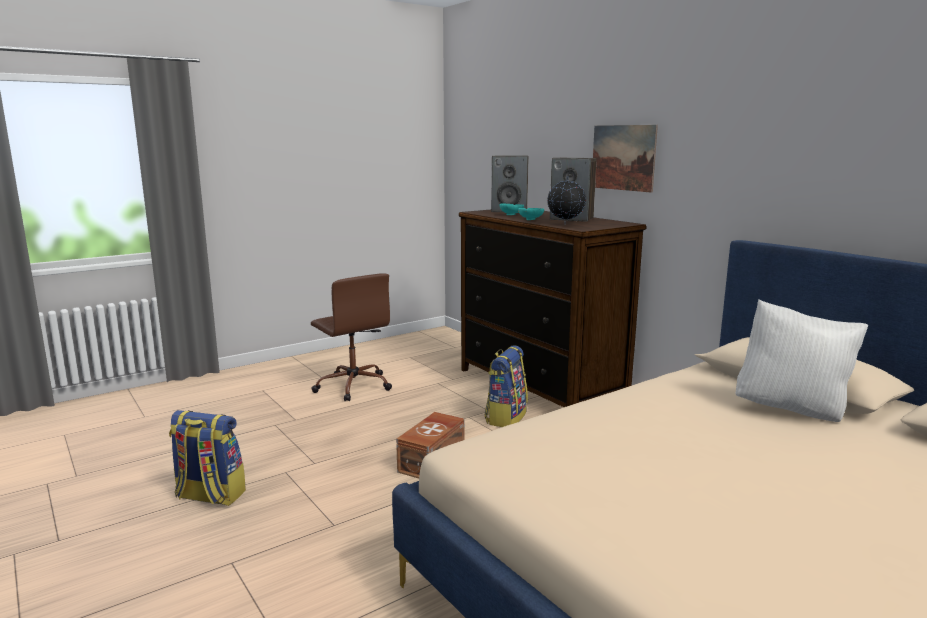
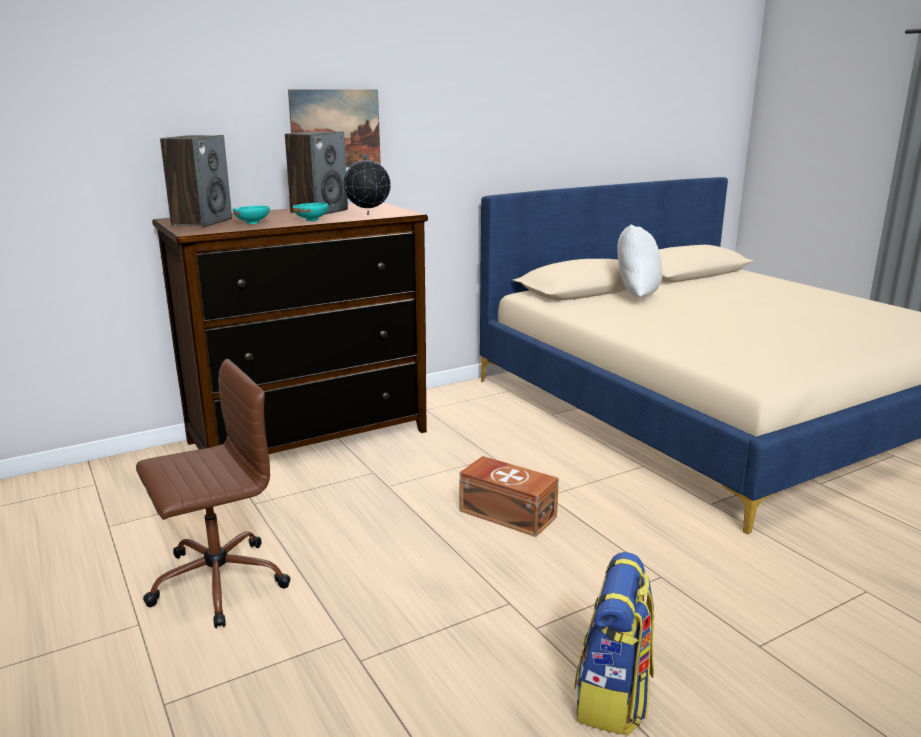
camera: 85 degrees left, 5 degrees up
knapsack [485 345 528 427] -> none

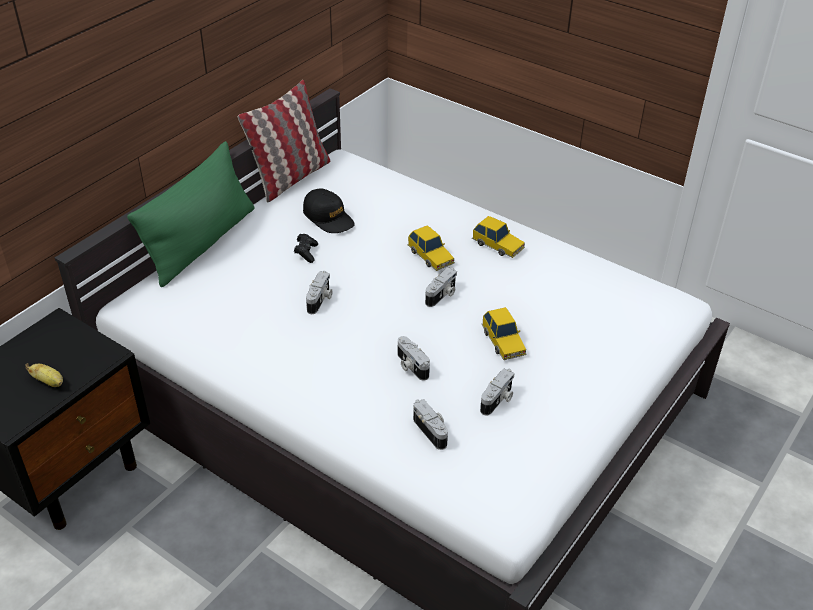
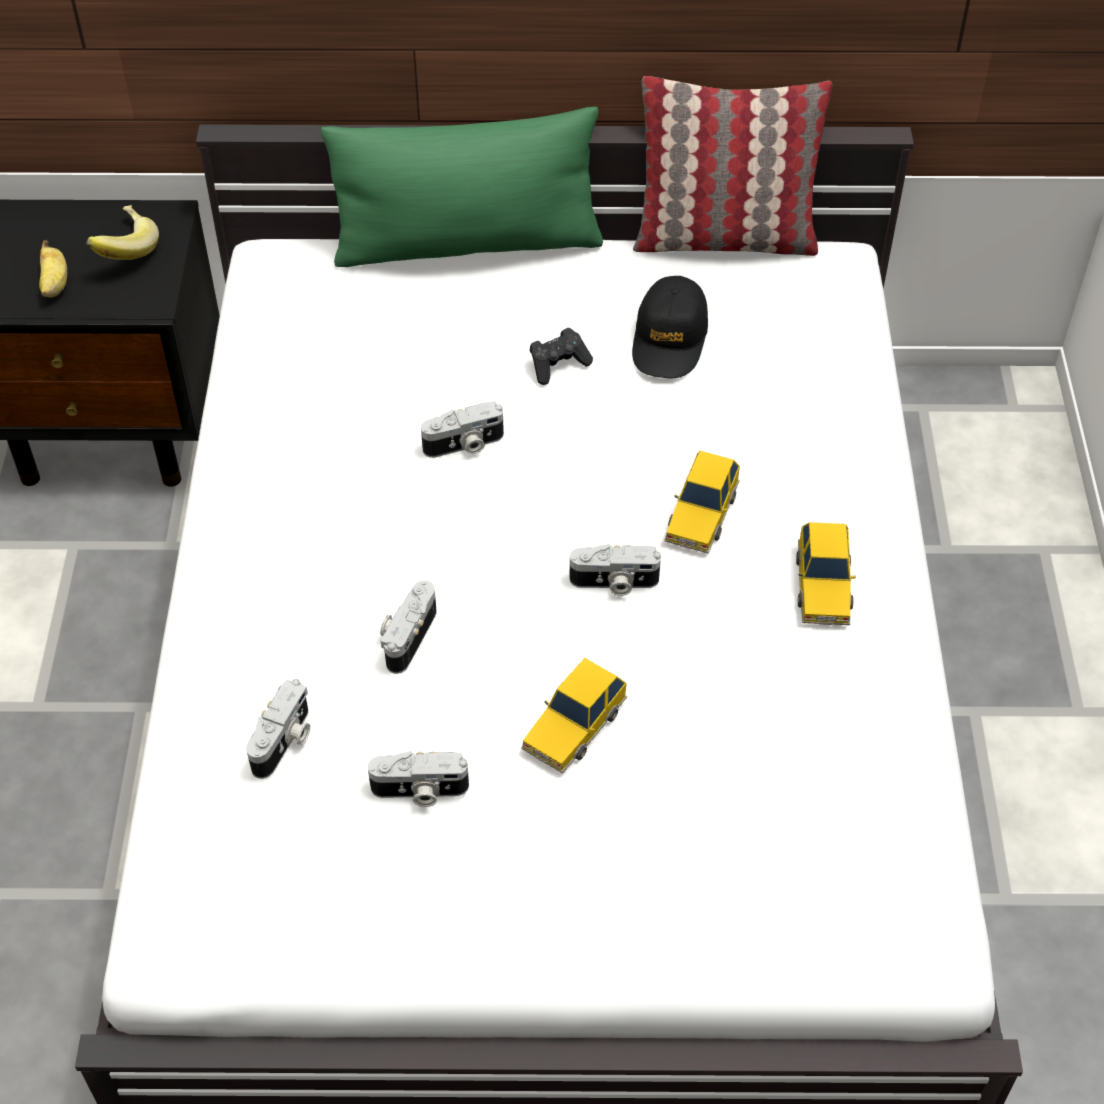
camera: 55 degrees right, 10 degrees up
none -> banana_fruit [87 205 159 260]

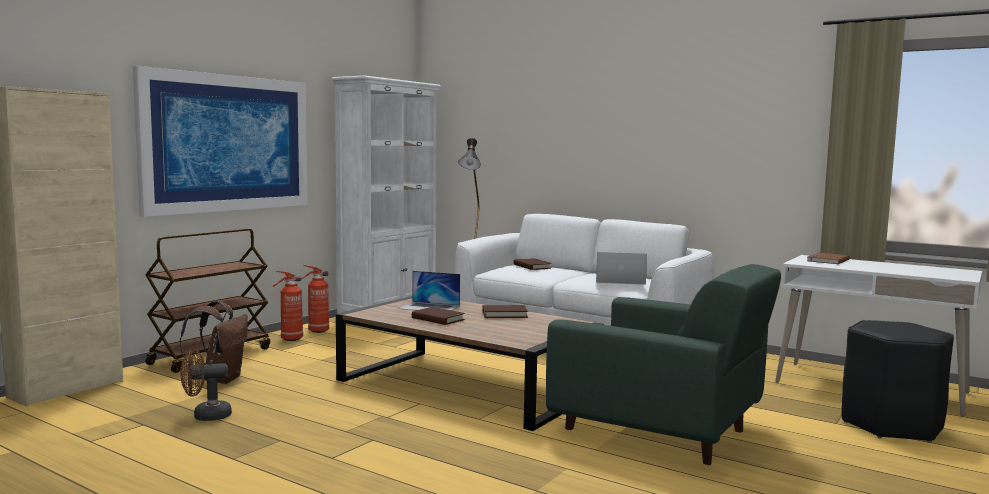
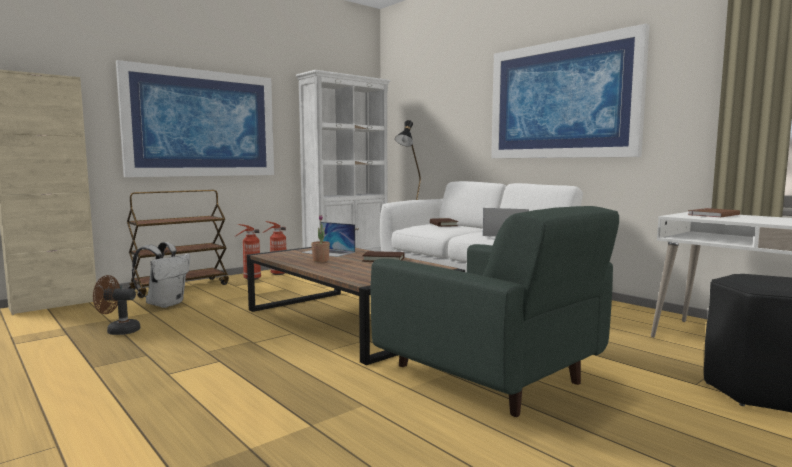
camera: 15 degrees right, 0 degrees up
brown_knapsack [180 301 248 384] -> whitish_knapsack [132 242 190 308]
brown_bound_book [412 307 465 325] -> houseplant [311 215 330 262]
none -> picture [491 24 650 158]

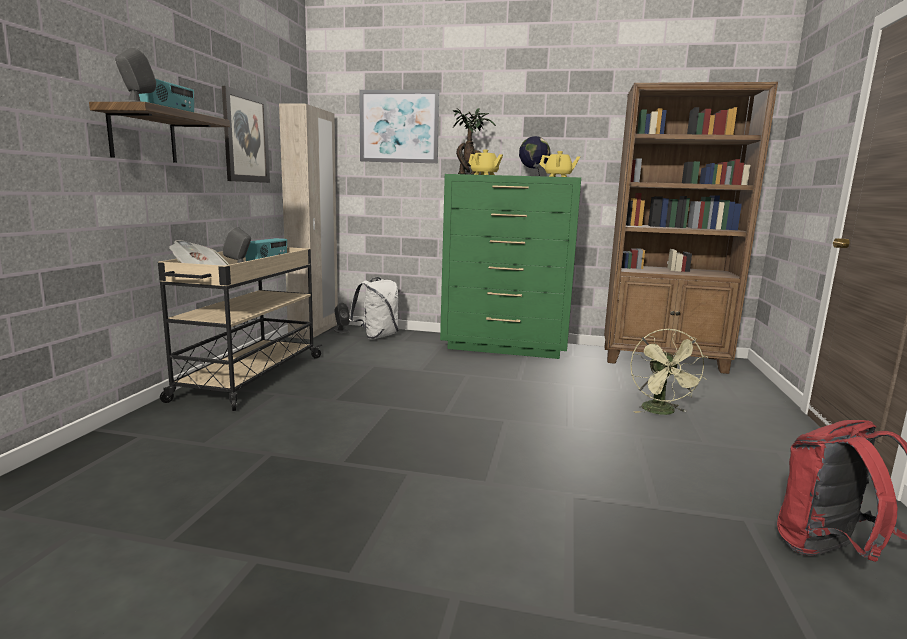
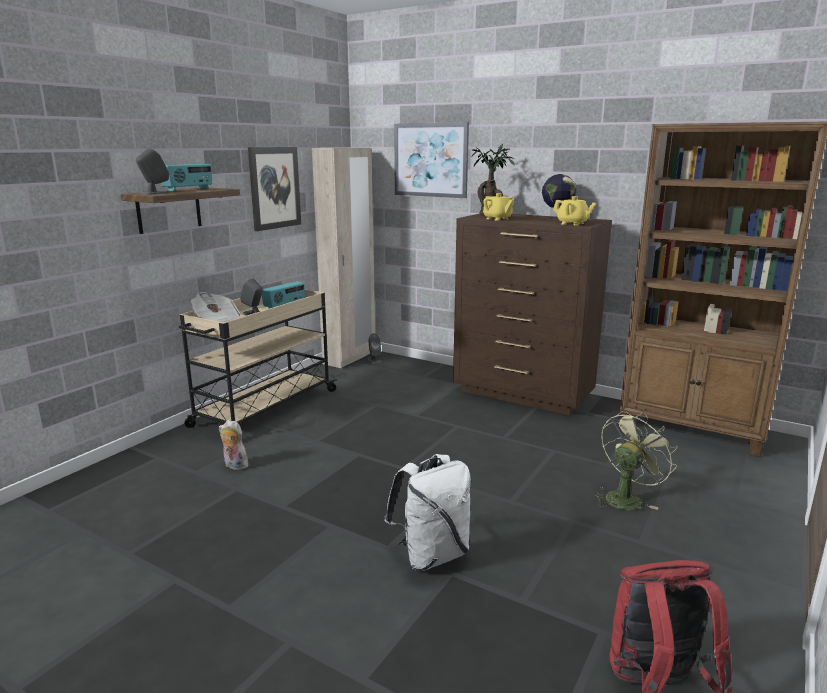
camera: 20 degrees right, 5 degrees up
whitish_knapsack [349 277 398 340] -> whitish_knapsack [384 454 471 571], moved
green-coloured_chest_of_drawers [440 174 581 359] -> brown_chest_of_drawers [453 214 612 415]
green-coloured_electric_fan [630 328 708 415] -> green-coloured_electric_fan [594 411 677 510], 150 degrees counterclockwise
none -> plush_toy [219 420 248 470]

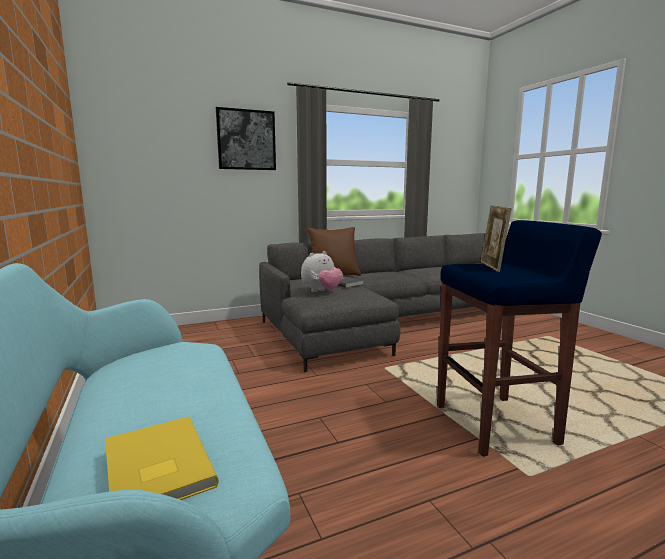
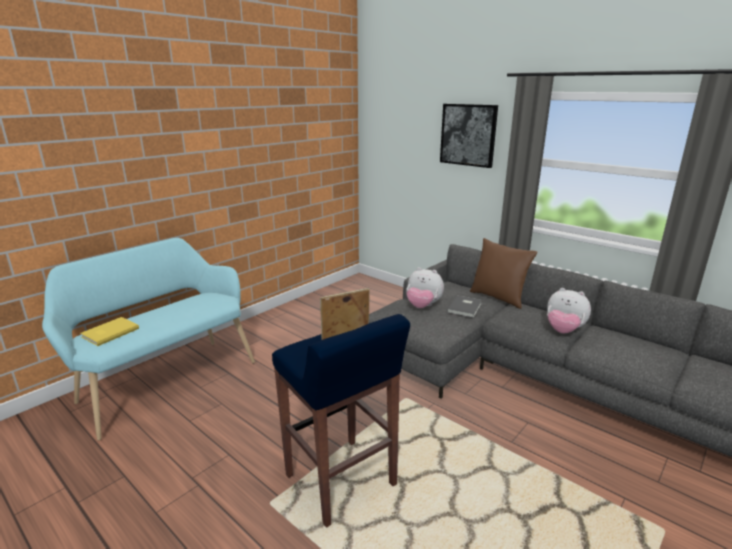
camera: 65 degrees right, 10 degrees up
none -> plush_toy [547 288 591 334]

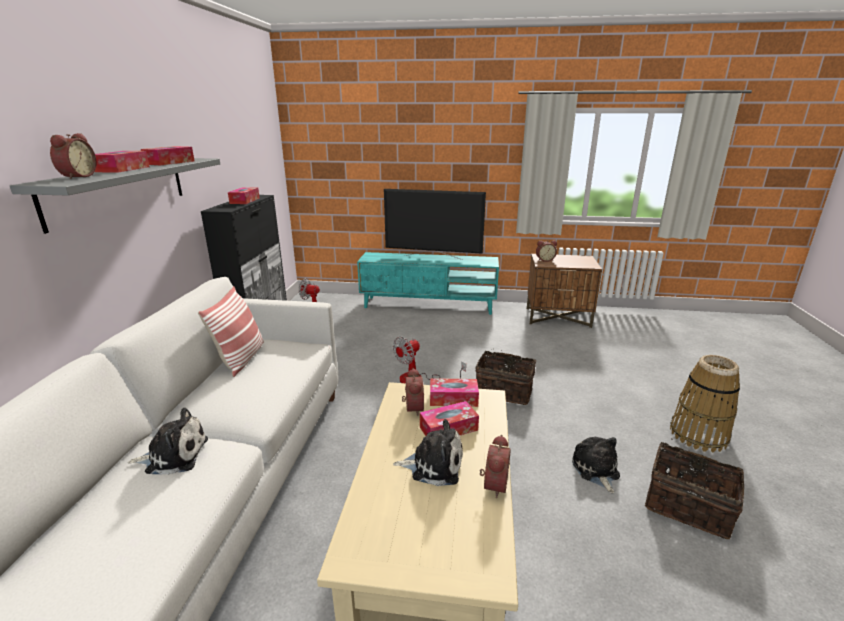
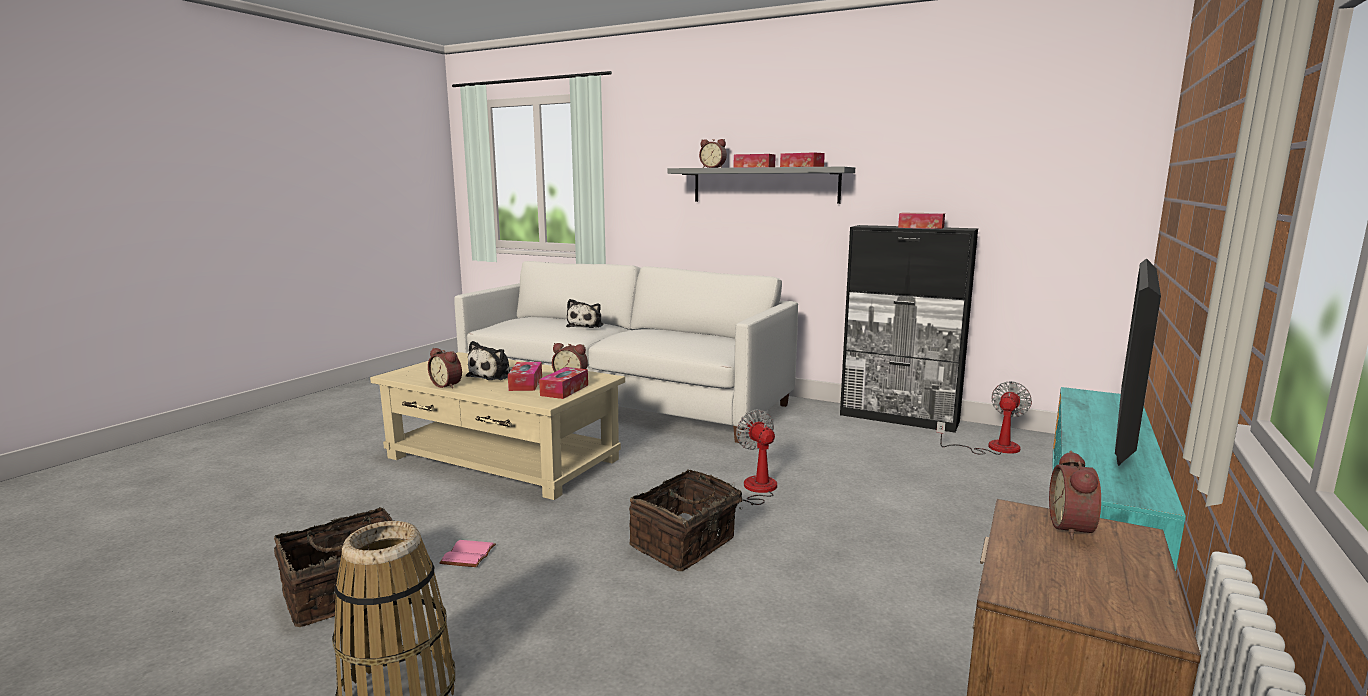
camera: 110 degrees right, 10 degrees down
throw_pillow [198 286 264 377] -> none
plush_toy [572 437 620 493] -> pink-coloured_bound_book [439 540 496 567]

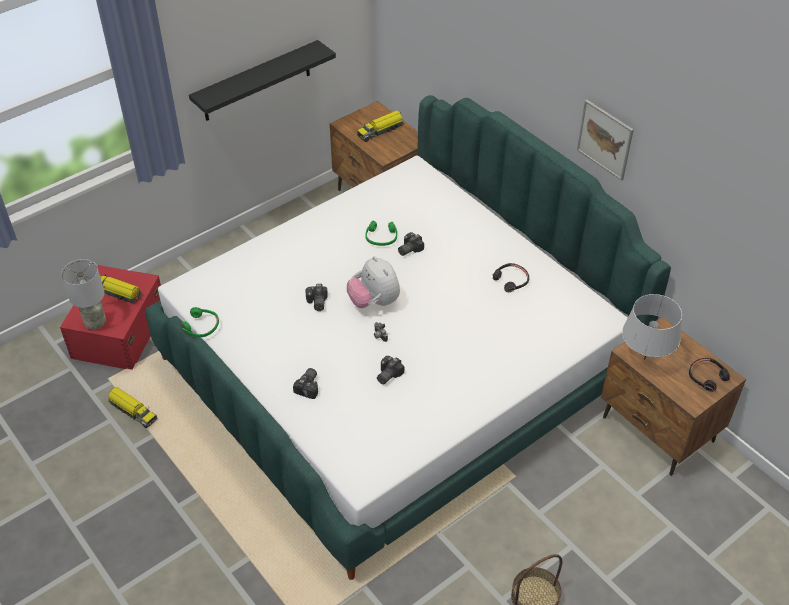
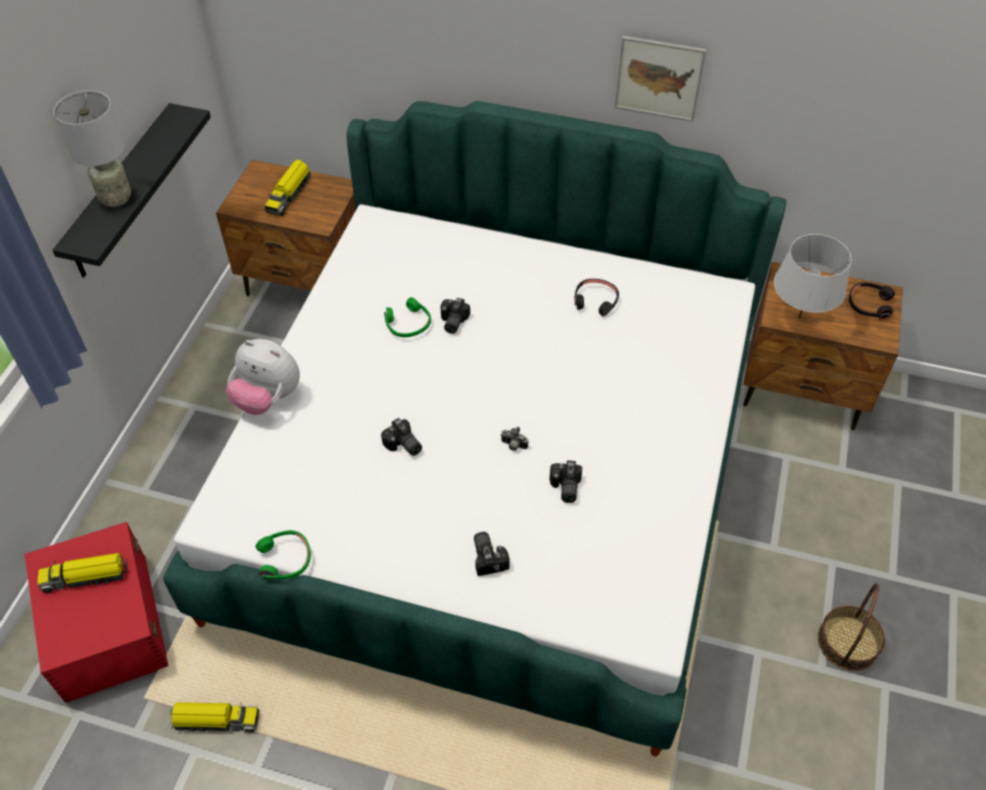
camera: 35 degrees left, 5 degrees up
grey_tabletop_lamp [61 259 106 330] -> grey_tabletop_lamp [54 90 131 207], moved
plush_toy [347 256 400 308] -> plush_toy [226 339 300 415], moved

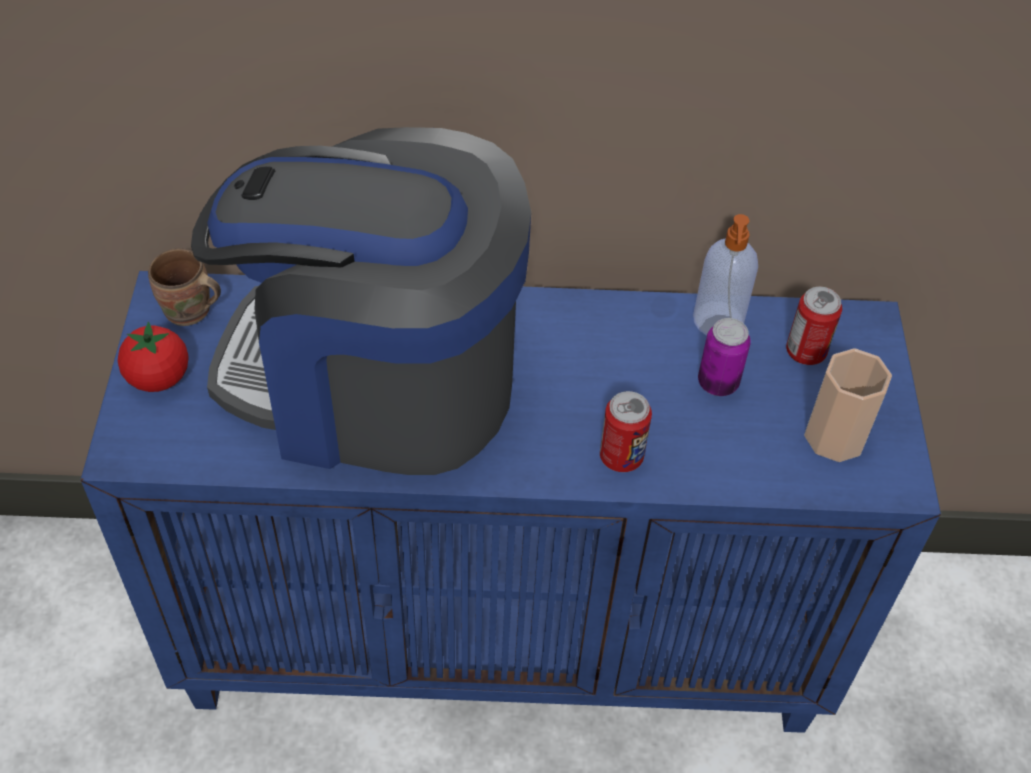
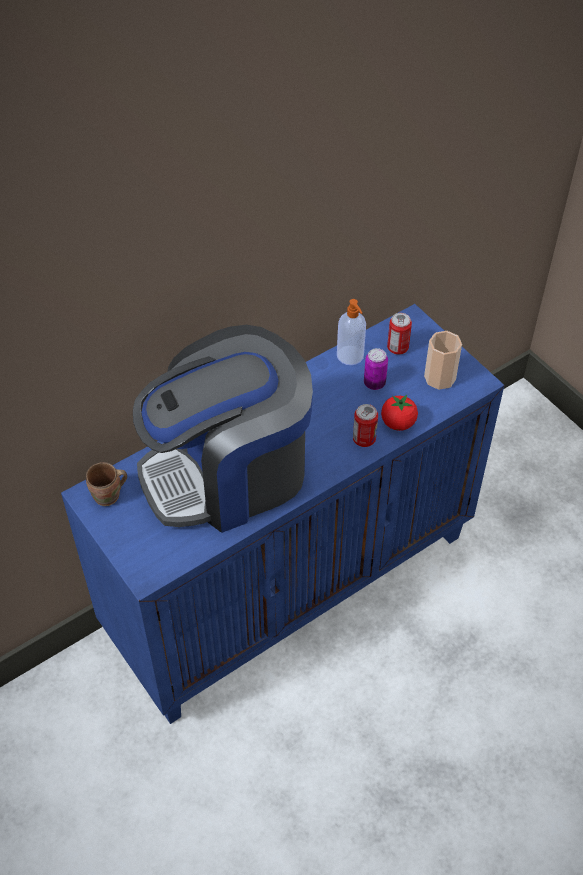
camera: 35 degrees left, 0 degrees up
whole_tomato [118 322 189 392] -> whole_tomato [381 395 418 431], moved

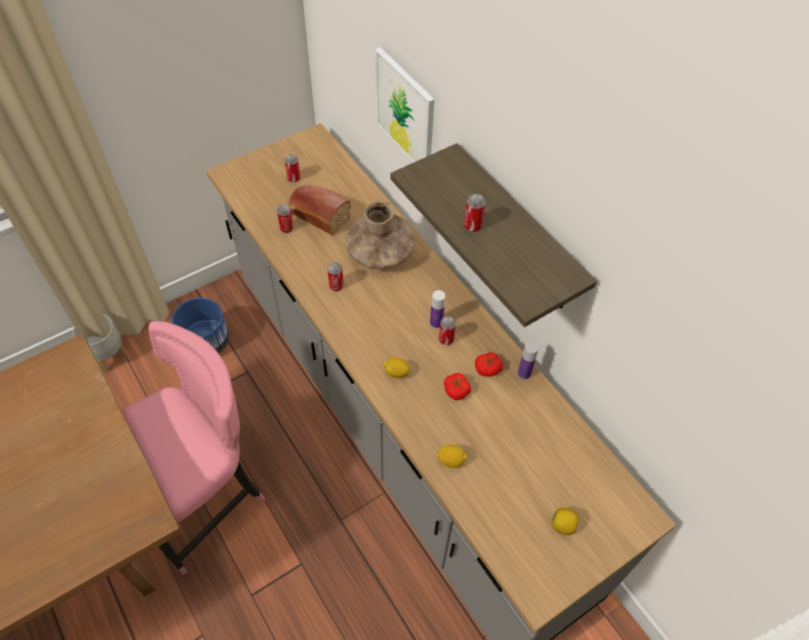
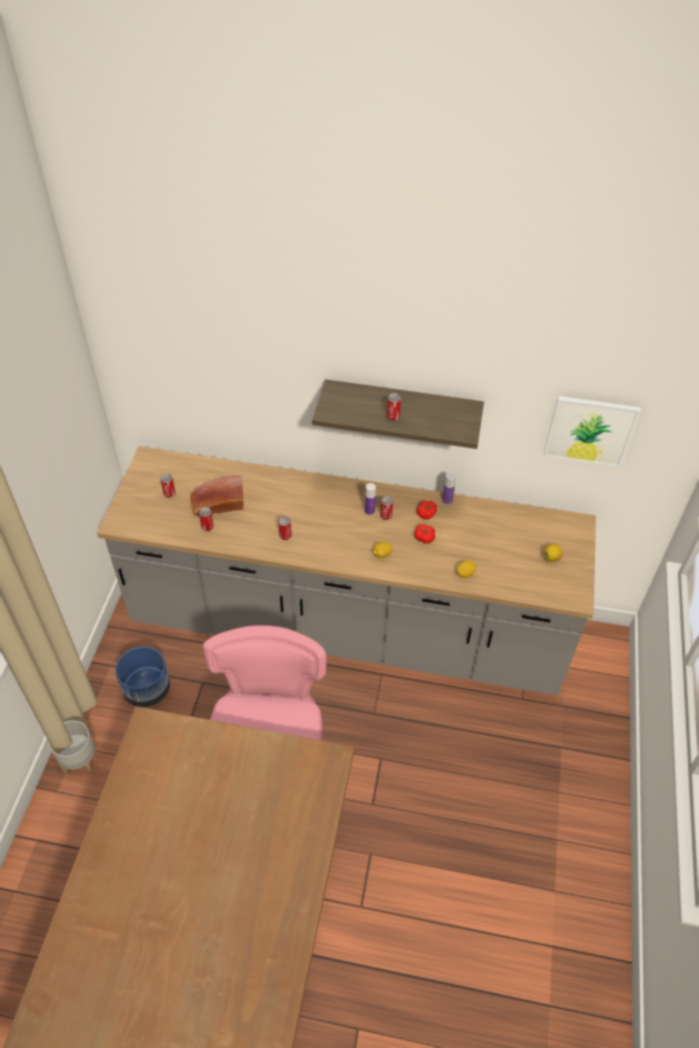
camera: 45 degrees left, 5 degrees down
brown_decorative_vase [346 200 415 269] -> none
picture [375 47 434 163] -> picture [544 396 641 467], moved

